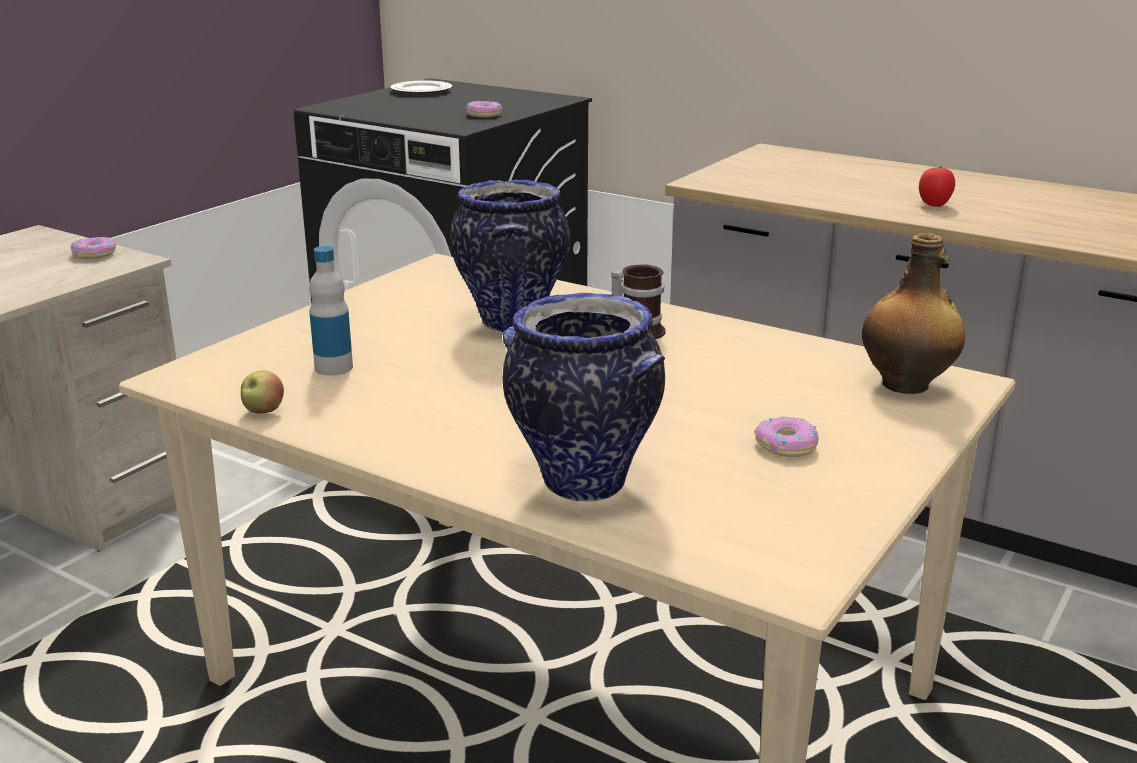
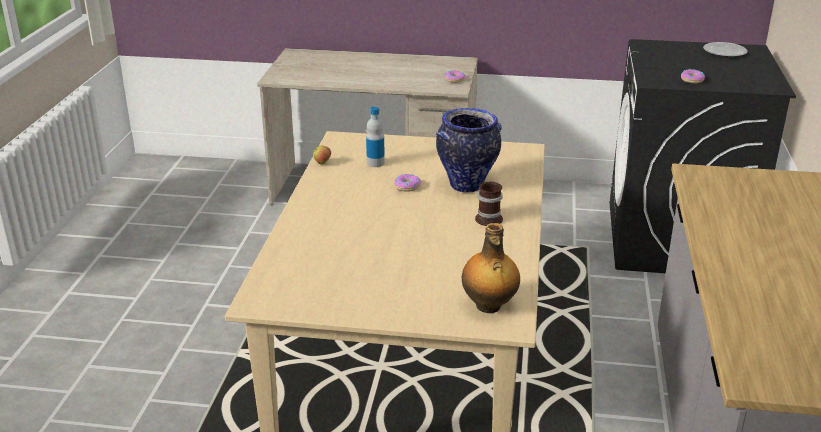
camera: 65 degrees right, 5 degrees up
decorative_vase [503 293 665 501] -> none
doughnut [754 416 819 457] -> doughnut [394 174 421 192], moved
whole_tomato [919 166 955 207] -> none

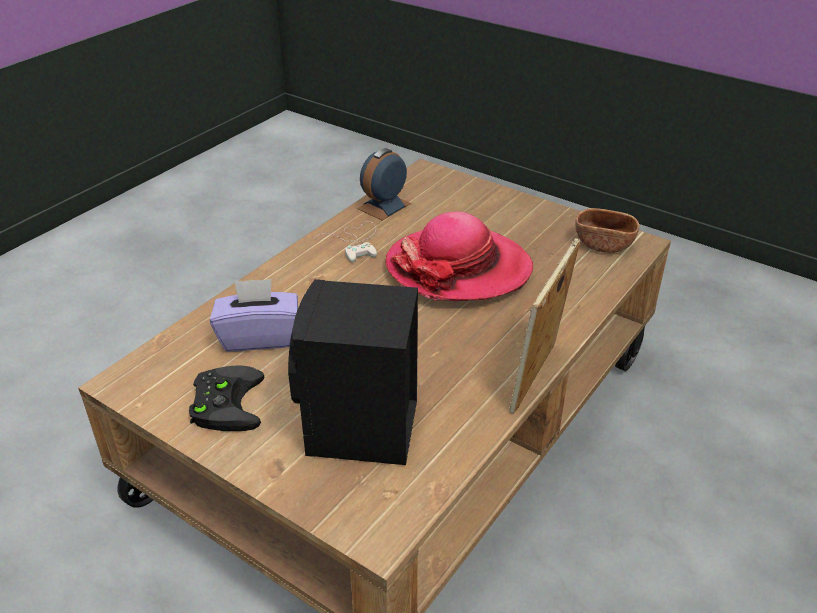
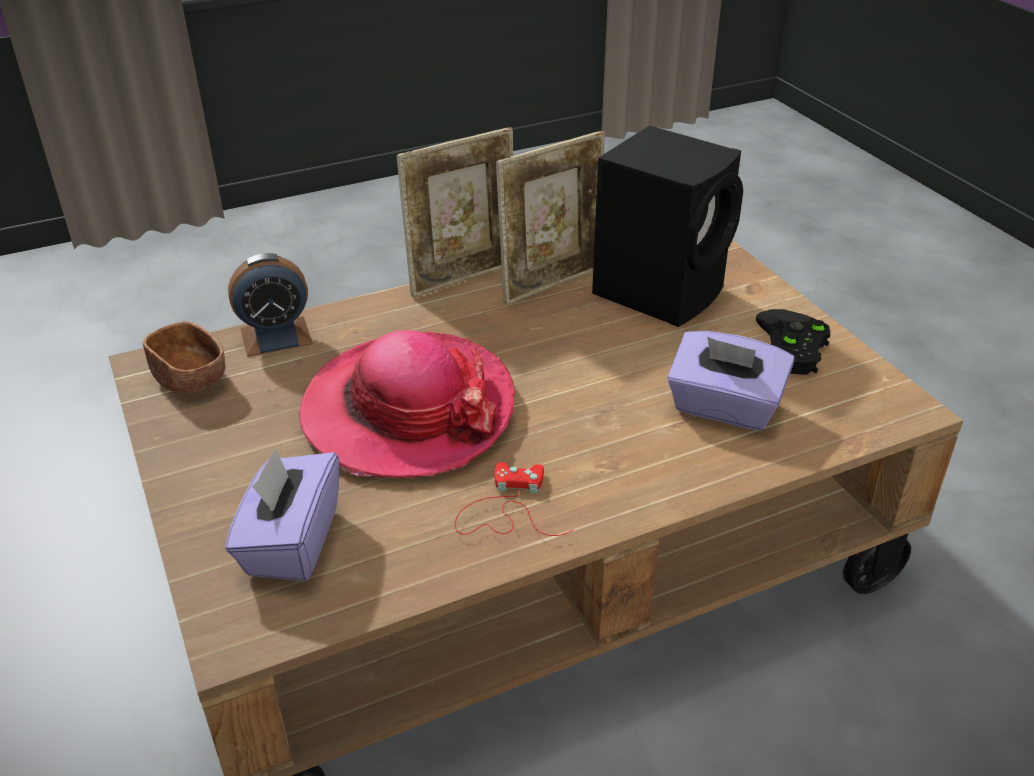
camera: 150 degrees left, 0 degrees up
whitish_joypad [313 221 377 263] -> reddish_joypad [455 462 574 536]
bedside_clock [357 148 411 221] -> bedside_clock [228 253 313 357], moved
none -> purple-coloured_tissue_box [225 448 339 581]
none -> picture_frame [496 131 605 305]

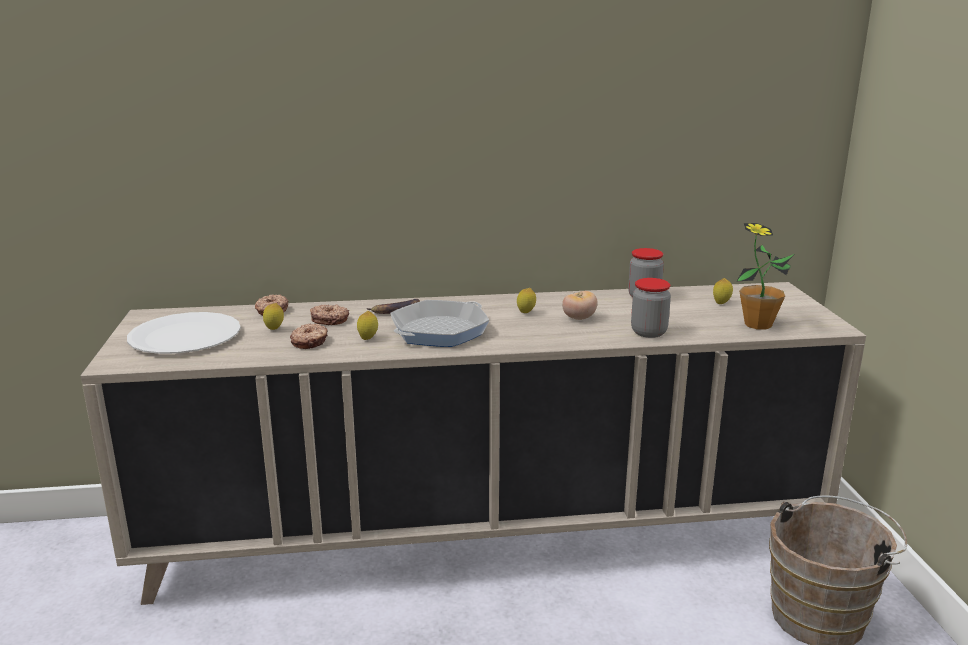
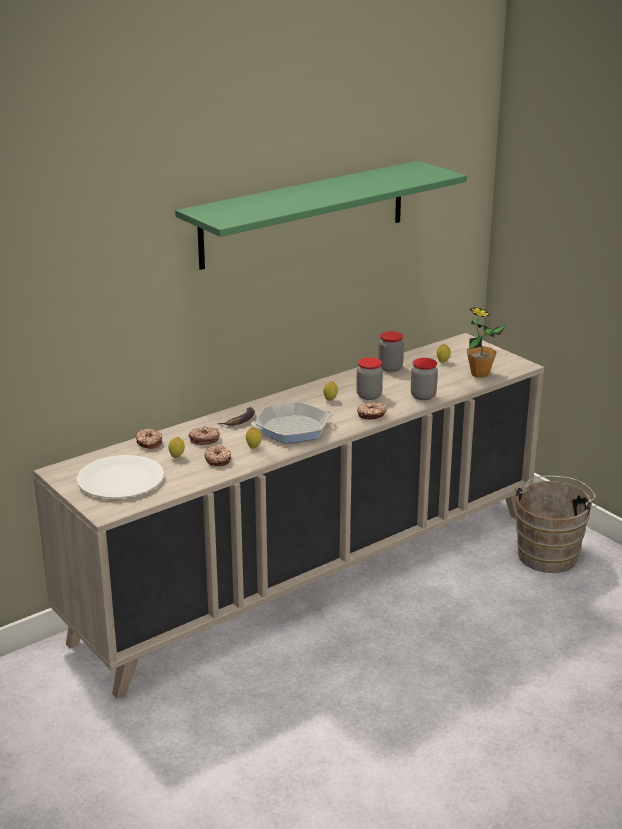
camera: 30 degrees left, 5 degrees up
frying_pan [390 300 489 347] -> frying_pan [251 402 333 444], 120 degrees counterclockwise
whole_tomato [562 291 598 320] -> jar [356 357 383 400]
none -> green-coloured_bracket_shelf [175 161 467 270]
none -> doughnut [357 402 387 420]

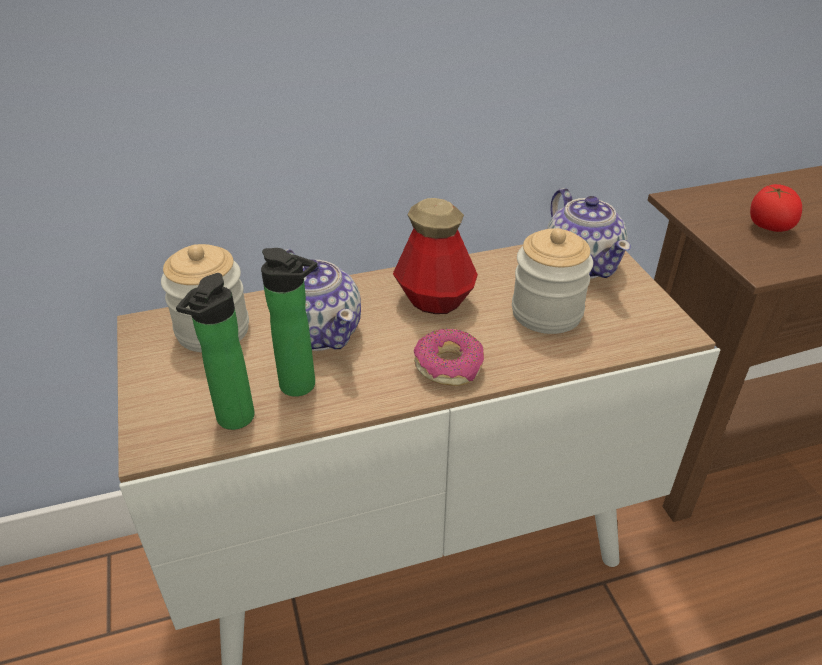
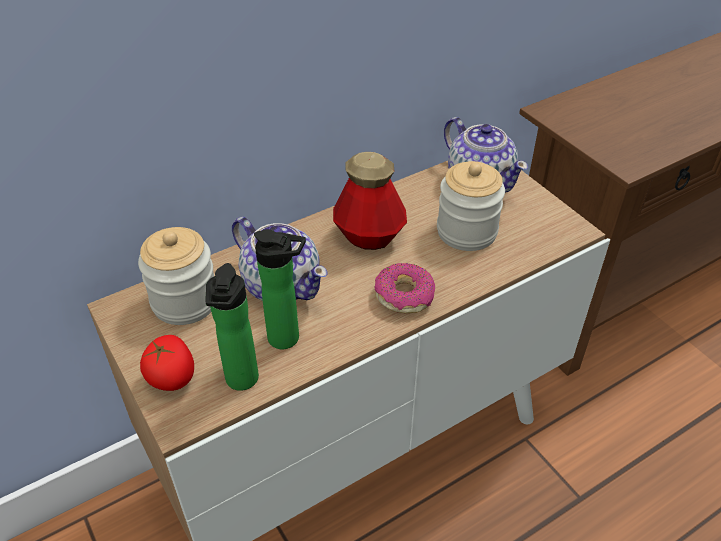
camera: 15 degrees left, 5 degrees up
whole_tomato [750 184 802 232] -> whole_tomato [140 335 194 391], moved

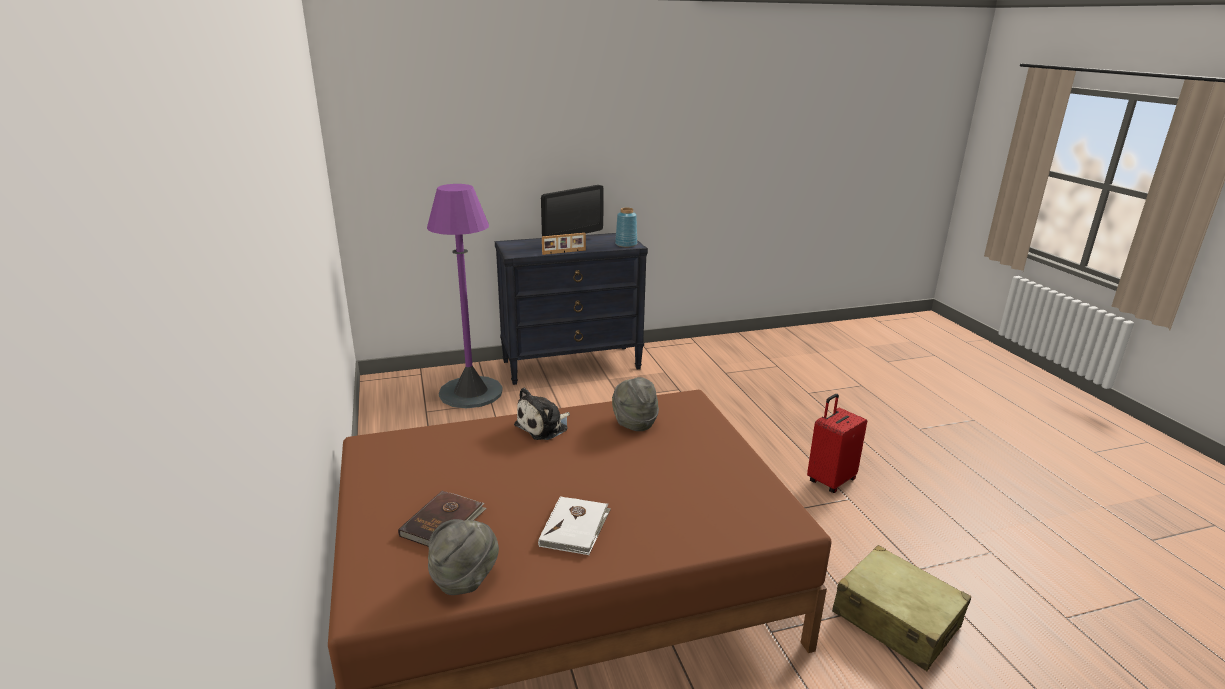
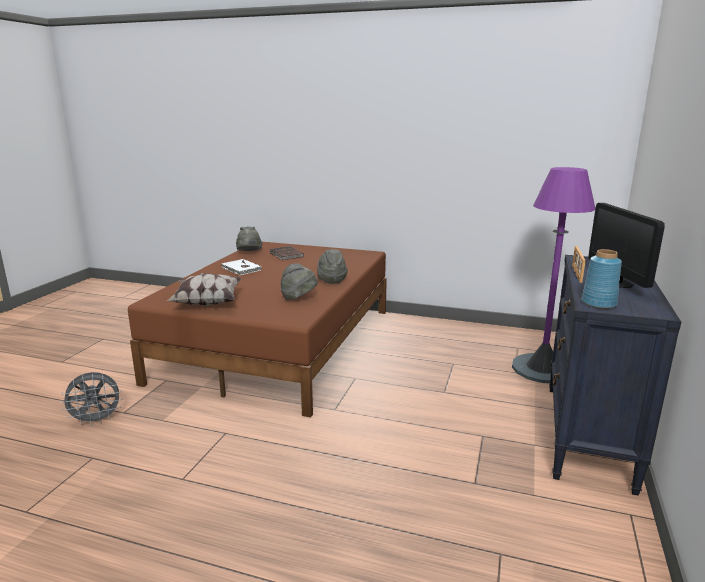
camera: 125 degrees right, 5 degrees down
plush_toy [514 388 570 440] -> grey_clothing_hat [317 249 348 284]
reddish_travel_case [807 394 867 493] -> none
beige_travel_case [832 545 971 671] -> grey_electric_fan [60 372 123 426]
none -> throw_pillow [167 273 241 306]

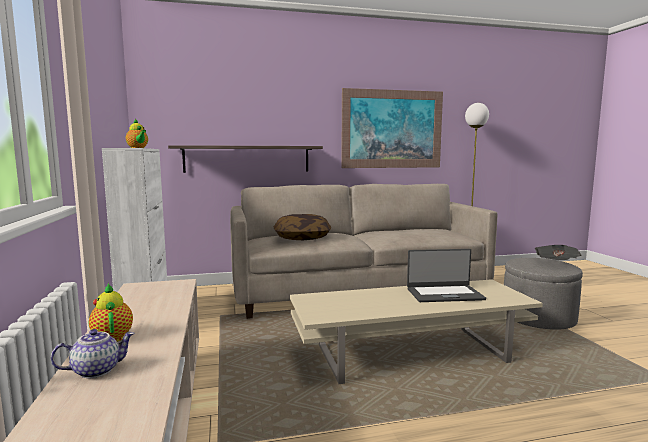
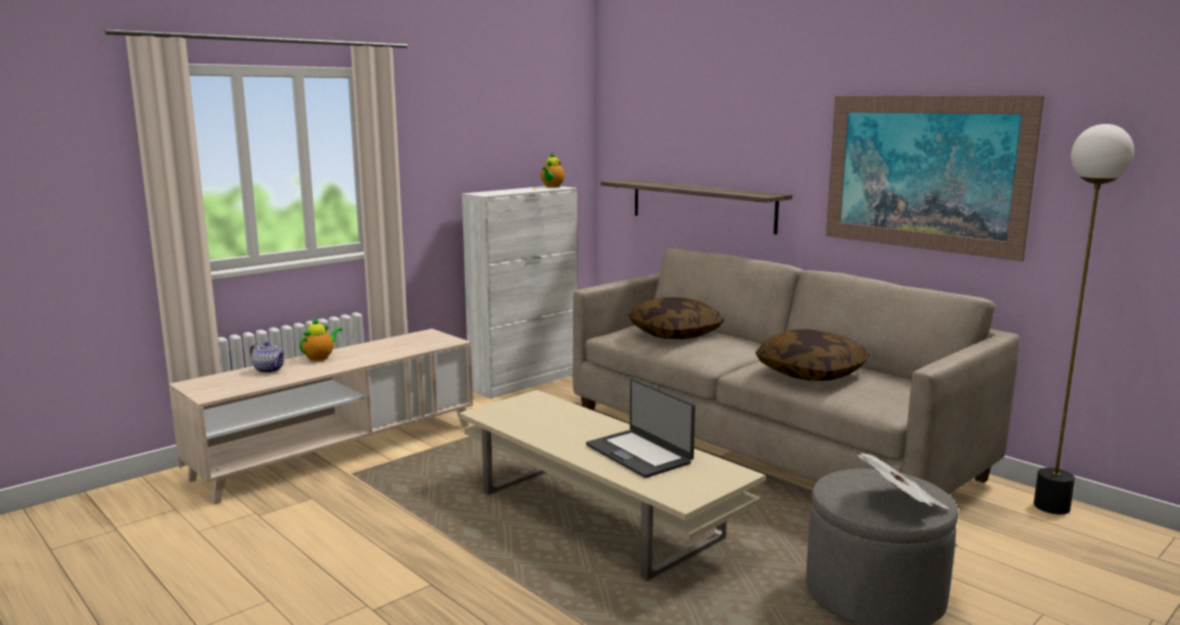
camera: 60 degrees right, 5 degrees up
none -> throw_pillow [755 330 870 381]

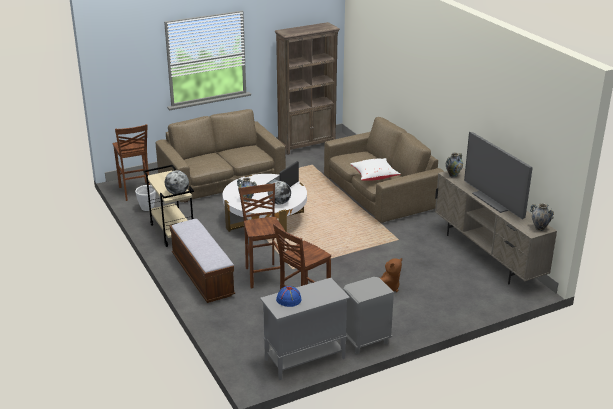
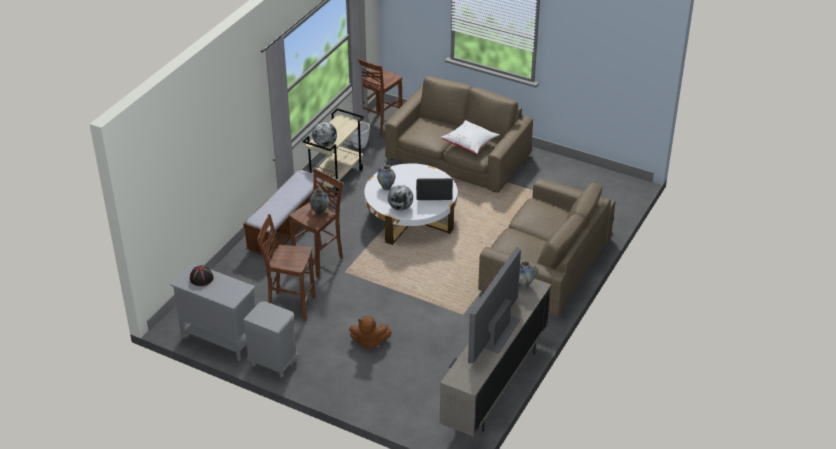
camera: 55 degrees right, 10 degrees up
brown_shelving_unit [274 22 340 155] -> none
blue_clothing_hat [276 286 301 307] -> black-coloured_clothing_hat [190 265 214 286]
whitish_throw_pillow [350 158 401 181] -> whitish_throw_pillow [441 120 500 154], moved
decorative_vase [530 203 554 231] -> decorative_vase [310 187 329 215], moved

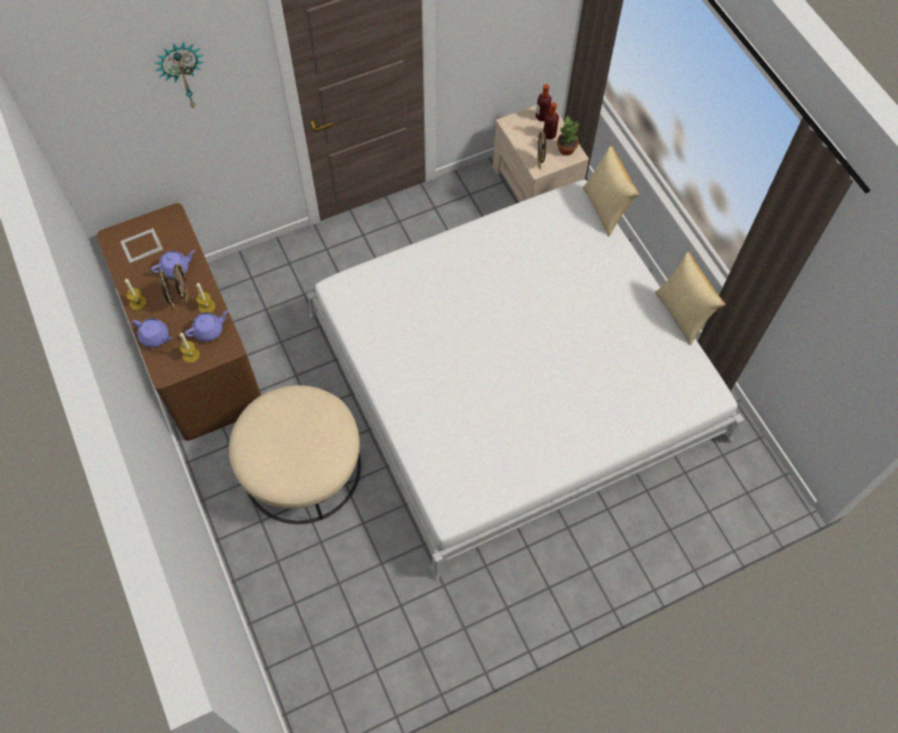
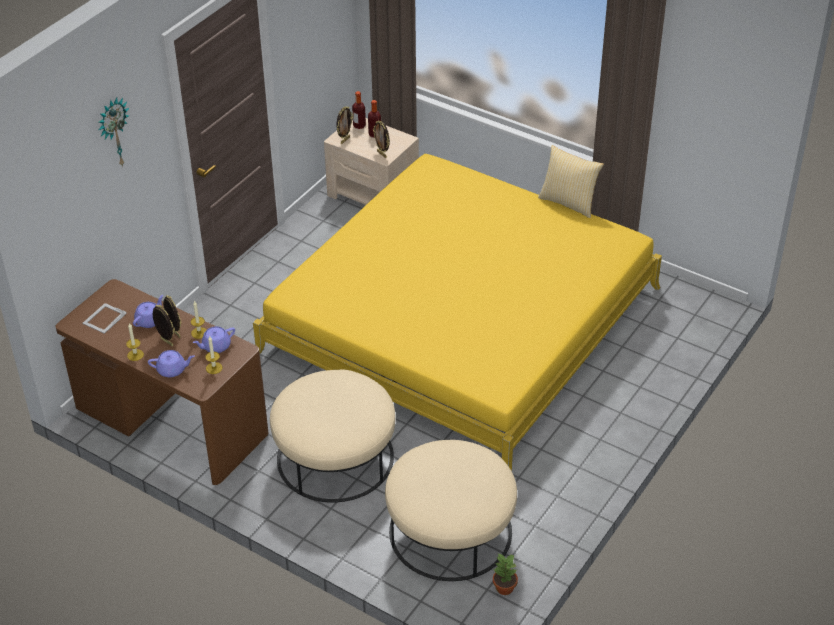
camera: 30 degrees left, 20 degrees down
purple-coloured_teapot [185 310 229 342] -> purple-coloured_teapot [192 326 235 353], 150 degrees counterclockwise
whitish_bedroom_bed [307 180 744 580] -> yellowish_bedroom_bed [253 154 662 471]
houseplant [557 116 580 156] -> houseplant [493 554 518 595], moved
throw_pillow [583 146 639 236] -> none
none -> picture_frame [337 106 353 144]
none -> beige_pouffe [385 440 517 581]

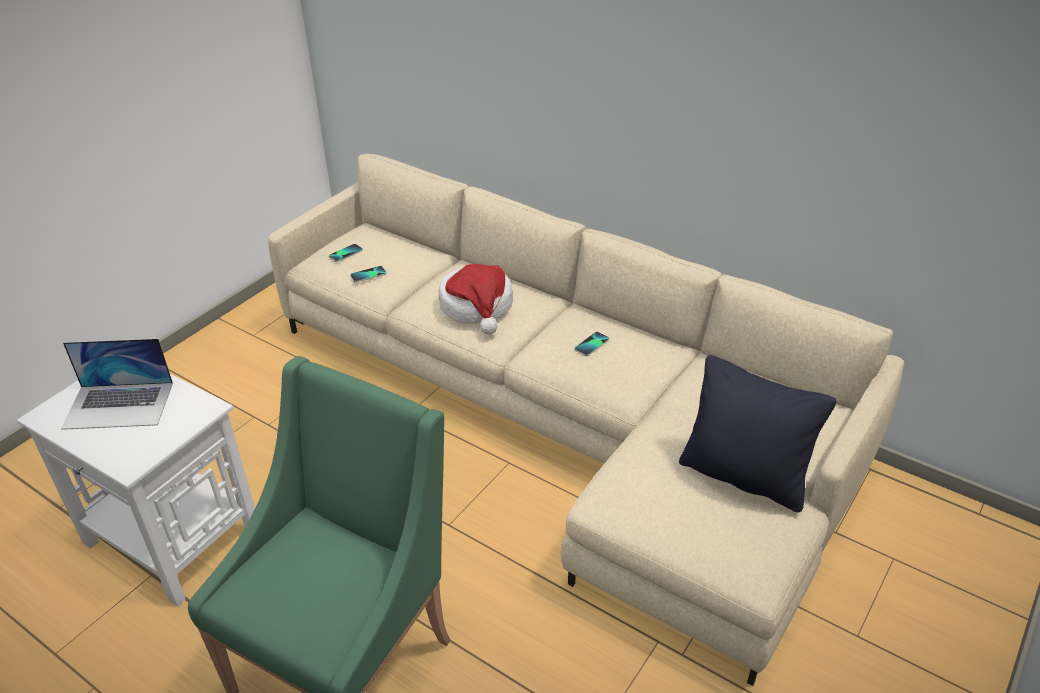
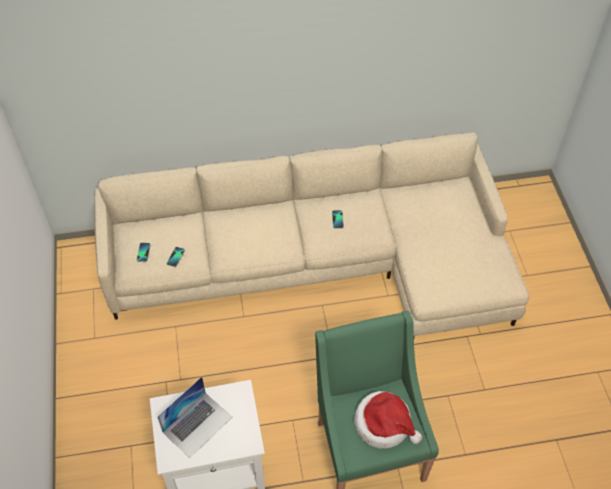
camera: 45 degrees left, 15 degrees up
clothing_hat [439 264 513 334] -> clothing_hat [354 391 422 449], moved
black-coloured_throw_pillow [679 355 836 513] -> none

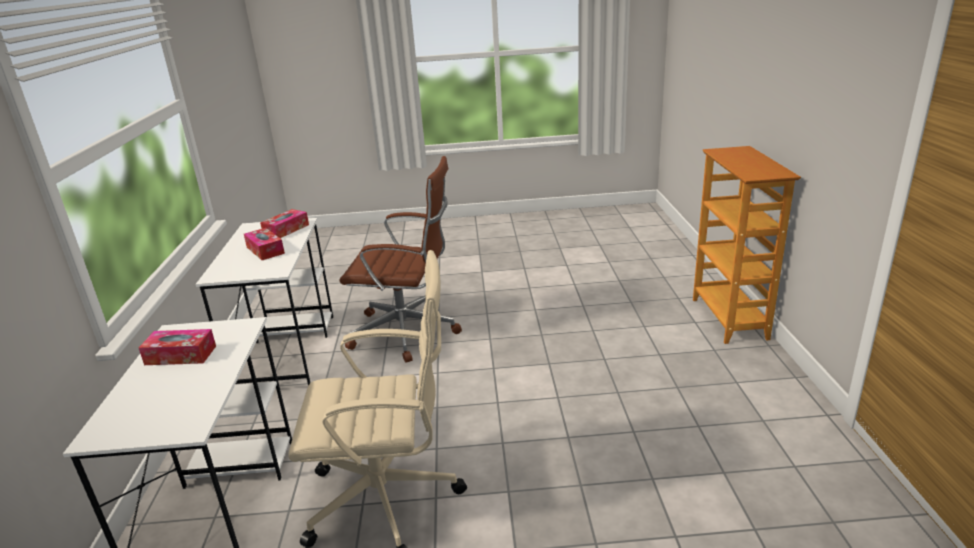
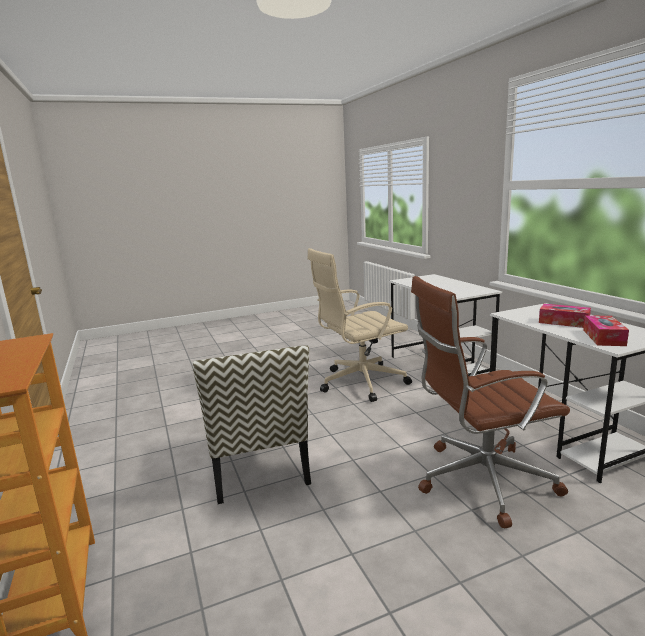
camera: 160 degrees right, 10 degrees down
tissue_box [139 329 216 365] -> none
none -> upright_chair [192 345 311 504]

